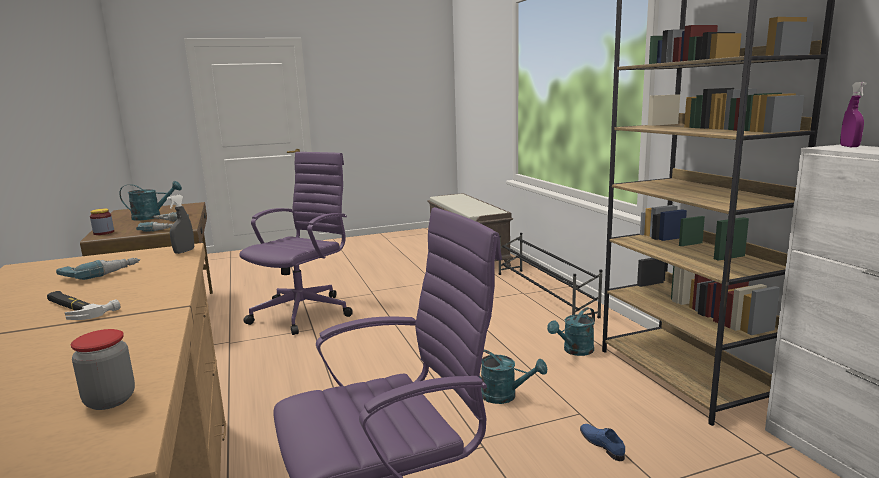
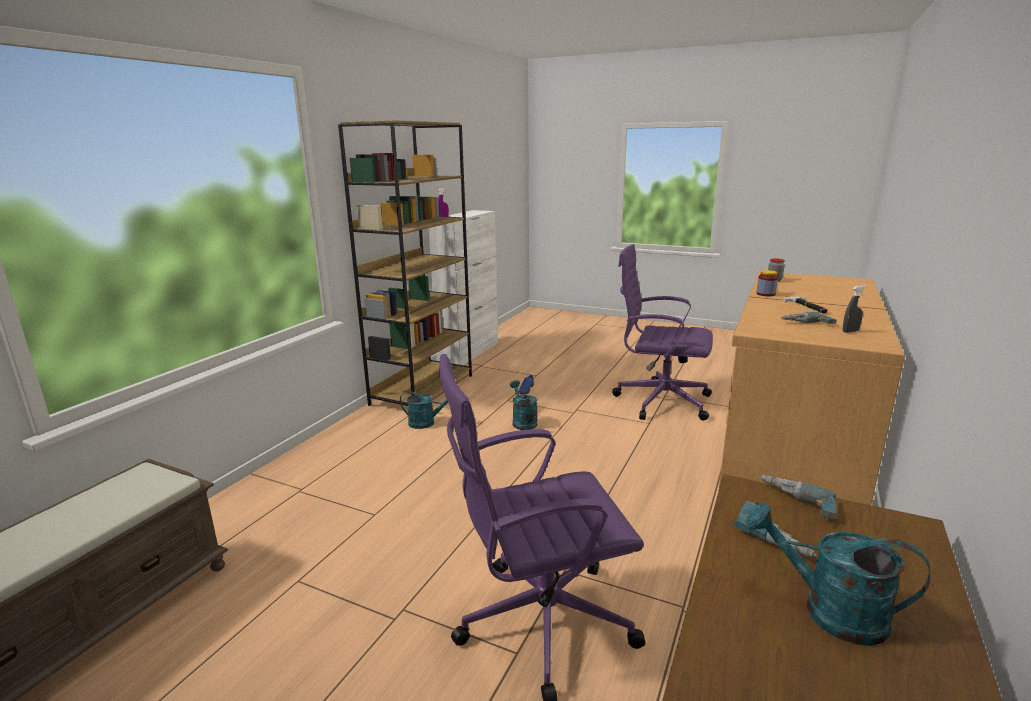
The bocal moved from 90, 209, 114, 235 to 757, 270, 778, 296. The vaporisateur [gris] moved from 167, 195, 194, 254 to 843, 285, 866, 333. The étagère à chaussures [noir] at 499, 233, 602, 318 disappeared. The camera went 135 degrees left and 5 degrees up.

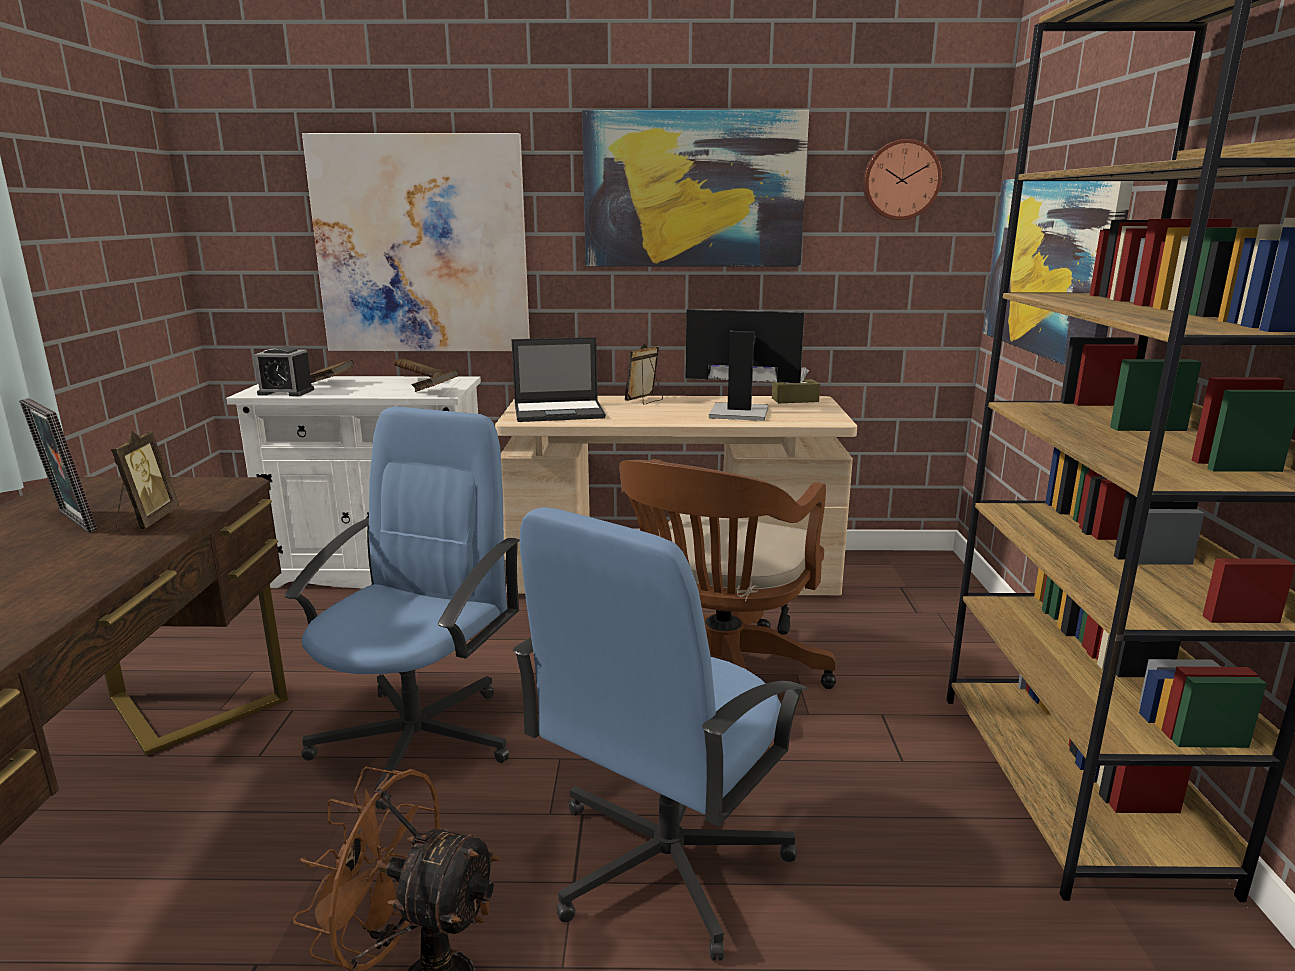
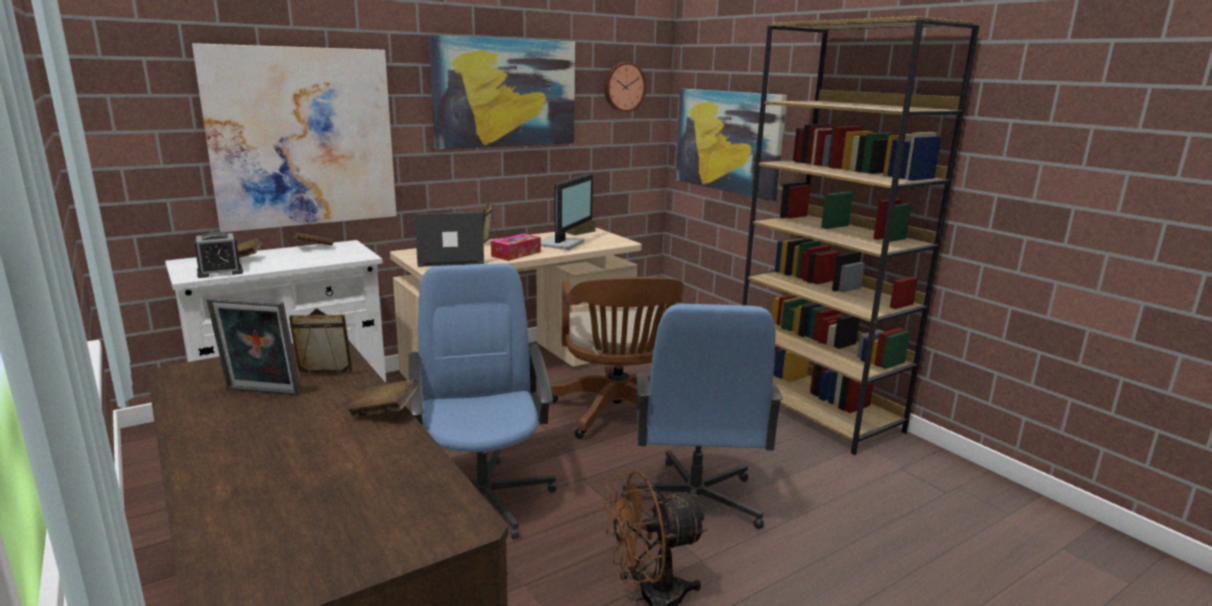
The cadre photo at 111, 430, 179, 529 turned 60 degrees counterclockwise. The livre [marron] moved from 412, 370, 459, 392 to 347, 379, 418, 418. The ordinateur portable at 511, 337, 606, 422 turned 150 degrees counterclockwise. The boîte à mouchoirs at 491, 233, 541, 261 appeared. The écran d'ordinateur at 686, 309, 805, 421 turned 135 degrees clockwise. The camera went 35 degrees left and 0 degrees up.

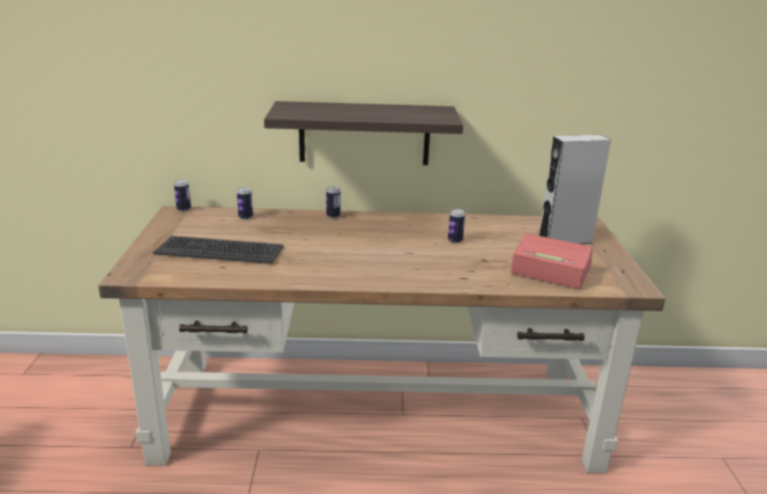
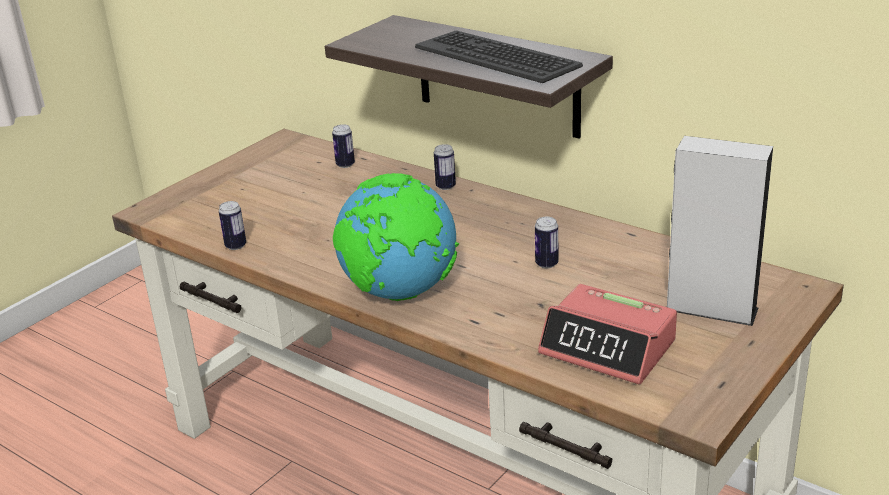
The boîte métallique moved from 174, 179, 191, 211 to 219, 201, 246, 250. The globe at 333, 173, 459, 301 appeared. The clavier moved from 153, 236, 283, 264 to 415, 30, 583, 83. The réveil at 510, 233, 593, 289 turned 150 degrees clockwise. The camera went 40 degrees right and 5 degrees up.

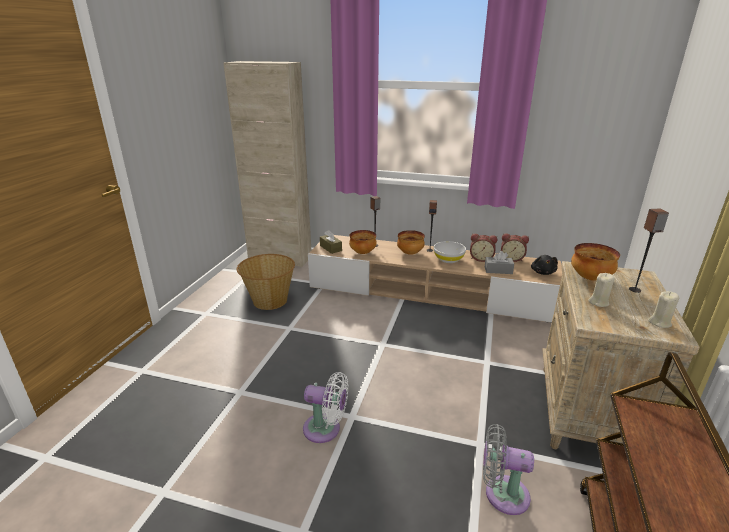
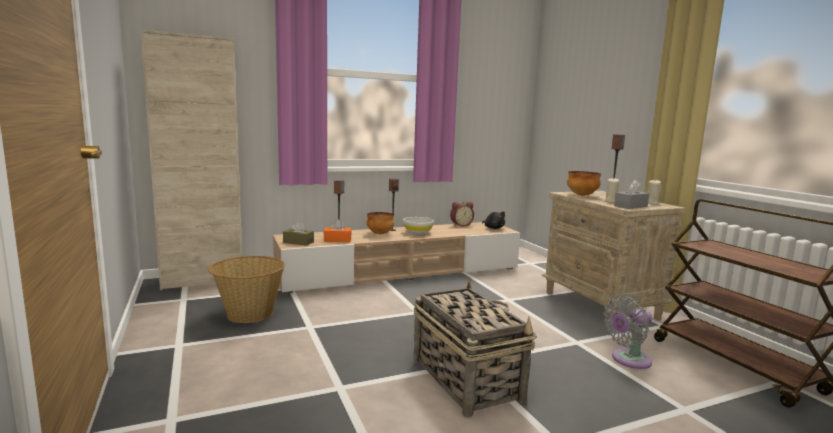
The bol at 349, 230, 377, 254 was replaced by the boîte à mouchoirs [orange] at 323, 219, 352, 242. The ventilateur [blanc] at 303, 372, 349, 443 was replaced by the panier at 413, 280, 537, 418. The boîte à mouchoirs [gris] moved from 485, 251, 514, 274 to 614, 180, 649, 209. The réveil at 470, 234, 498, 262 disappeared. The camera went 40 degrees left and 15 degrees down.

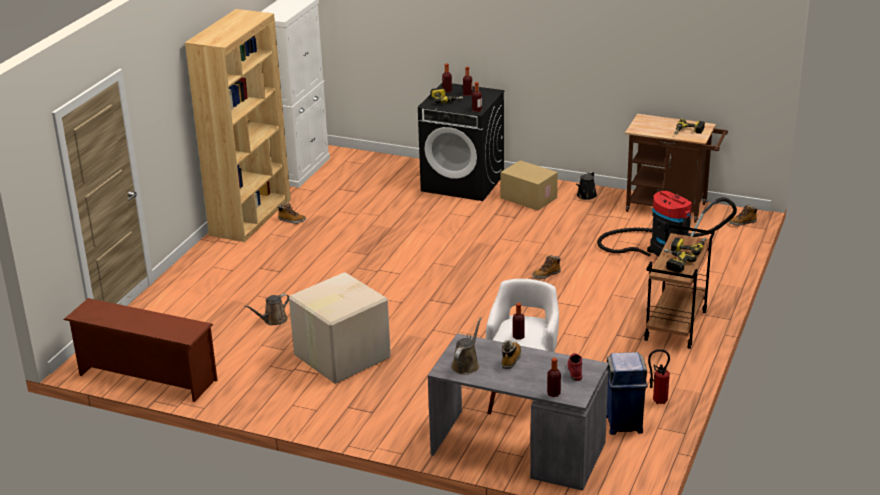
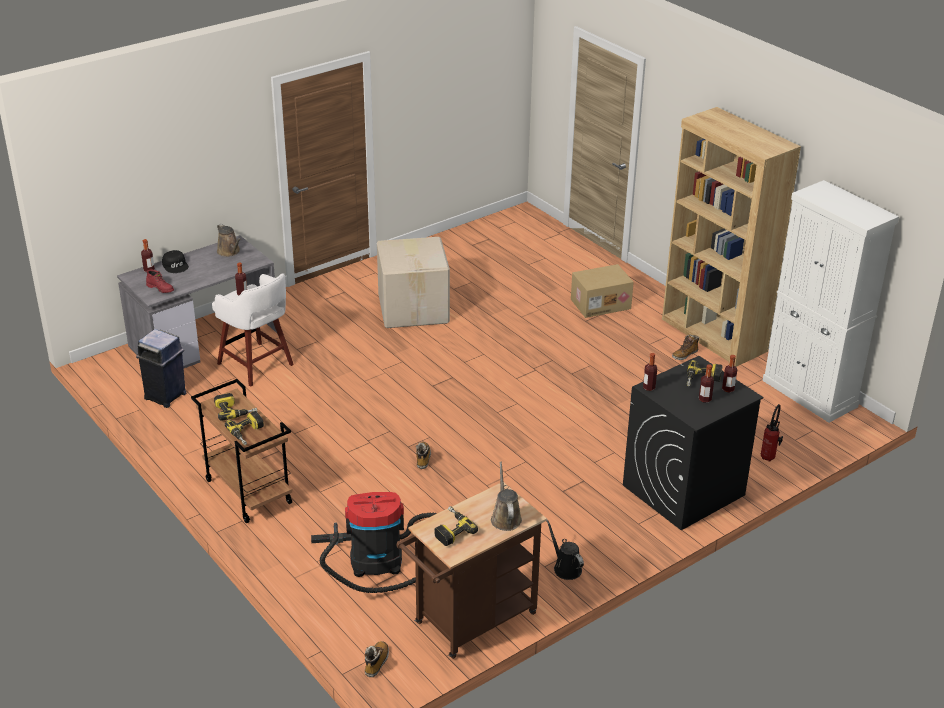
The casquette [noir] at 162, 250, 189, 273 appeared. The arrosoir [marron] moved from 244, 293, 289, 326 to 491, 462, 522, 531. The carton moved from 500, 160, 558, 211 to 571, 264, 634, 318. The extincteur moved from 648, 349, 670, 404 to 761, 404, 783, 462. The étagère à chaussures [marron] at 64, 298, 217, 402 disappeared. The botte at 502, 340, 522, 369 disappeared. The camera went 120 degrees right and 5 degrees up.

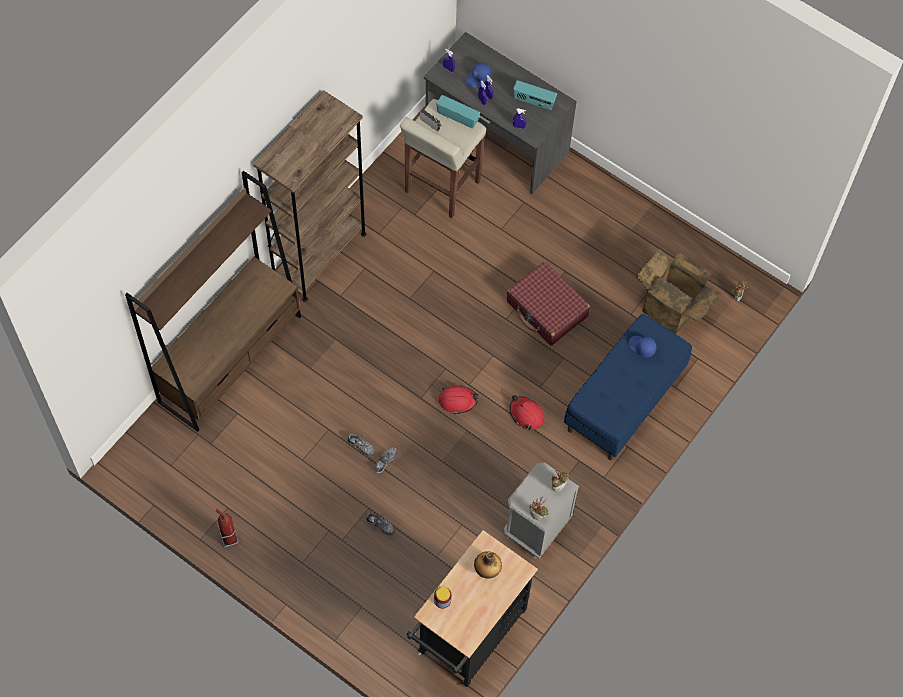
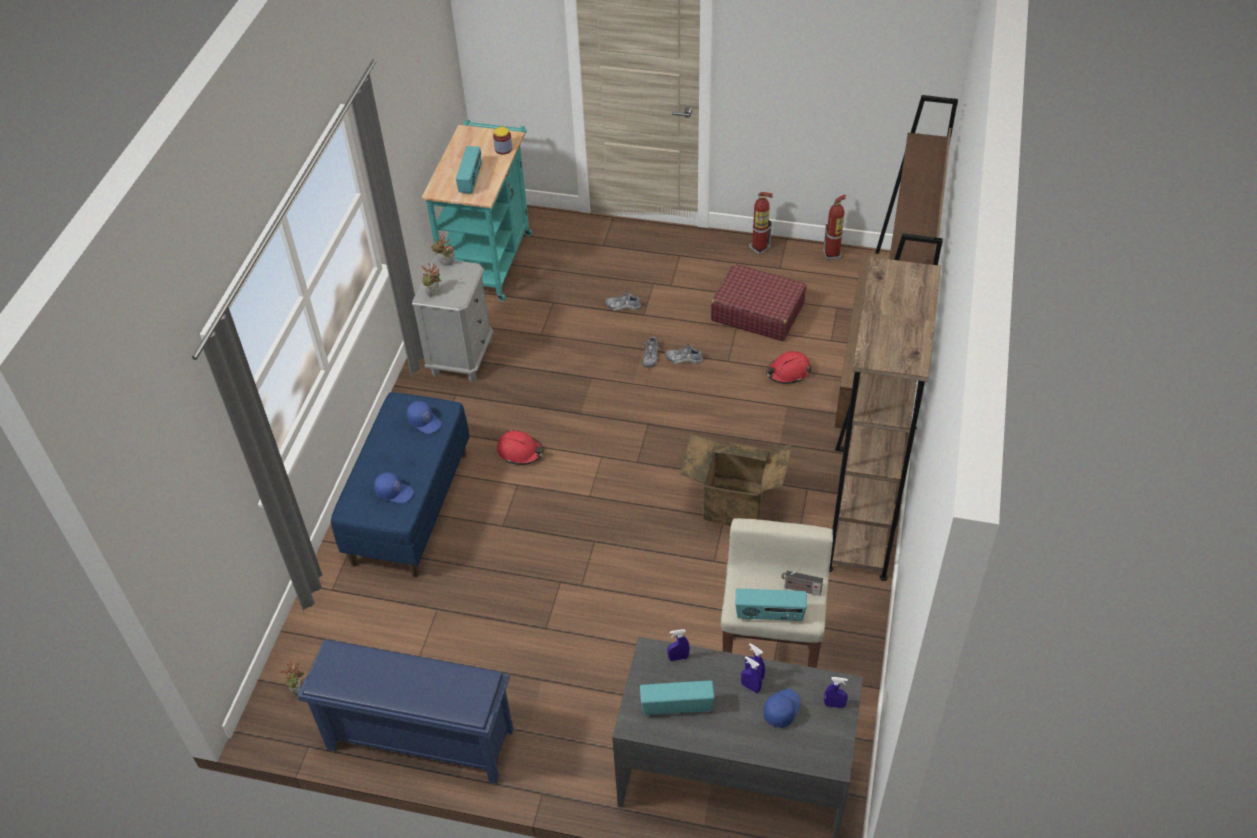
The étagère à chaussures [bleu] at 298, 640, 514, 784 appeared. The casquette [bleu] at 407, 401, 442, 434 appeared. The chariot [noir] at 407, 530, 538, 688 became the chariot [turquoise] at 422, 120, 532, 301. The bouteille at 474, 551, 502, 578 was replaced by the radio at 456, 146, 482, 194. The carton moved from 636, 249, 721, 334 to 679, 434, 791, 526. The valise [rouge] moved from 507, 262, 590, 346 to 711, 264, 806, 341. The casque de chantier [rouge] moved from 439, 385, 479, 414 to 766, 351, 811, 384. The extincteur at 823, 194, 846, 260 appeared. The camera went 160 degrees right and 15 degrees down.

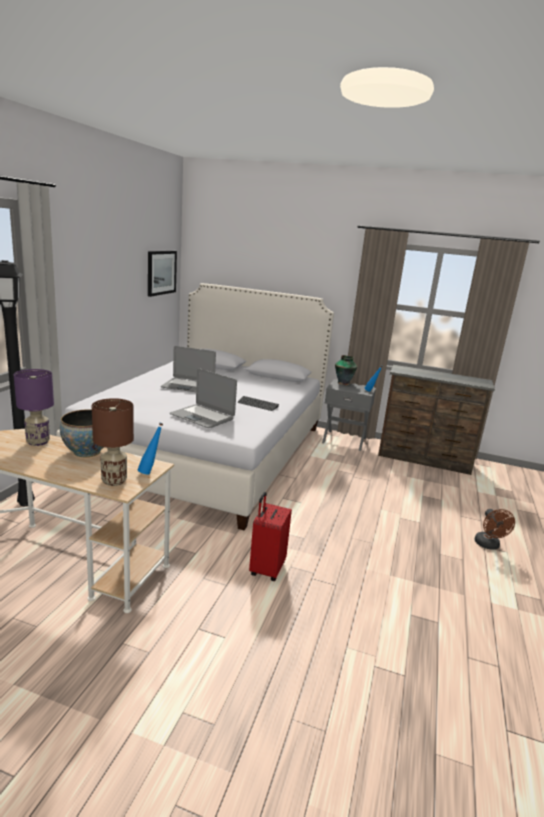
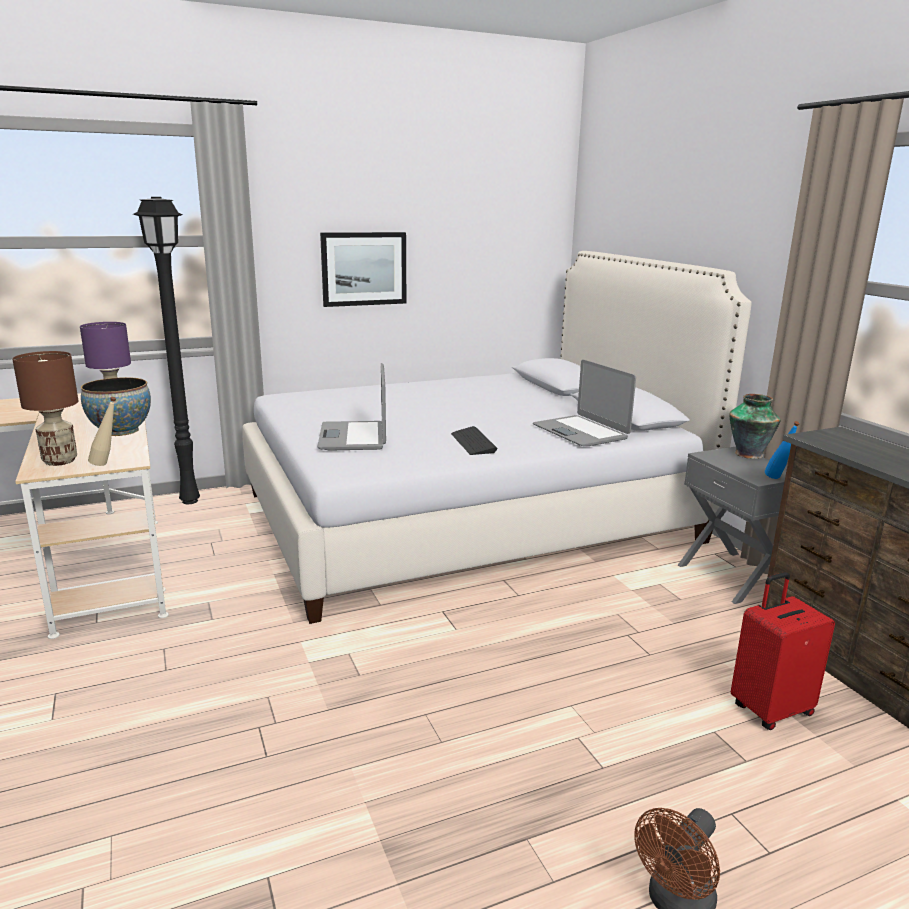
The bouteille [bleu] at 138, 423, 163, 475 became the bouteille [beige] at 88, 397, 116, 466. The tableau moved from 148, 251, 177, 297 to 320, 232, 406, 307. The ordinateur portable moved from 161, 346, 216, 392 to 533, 360, 636, 446. The valise [rouge] moved from 249, 492, 292, 581 to 731, 572, 835, 730. The camera went 50 degrees right and 0 degrees up.

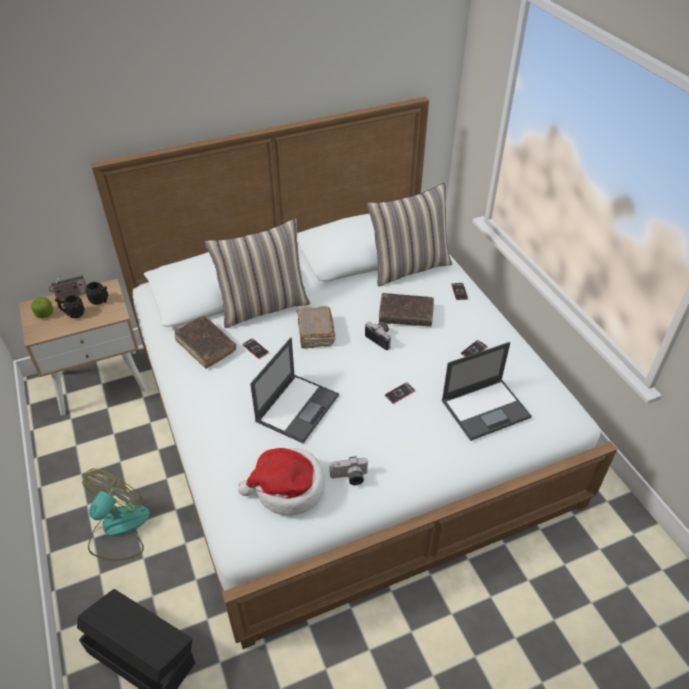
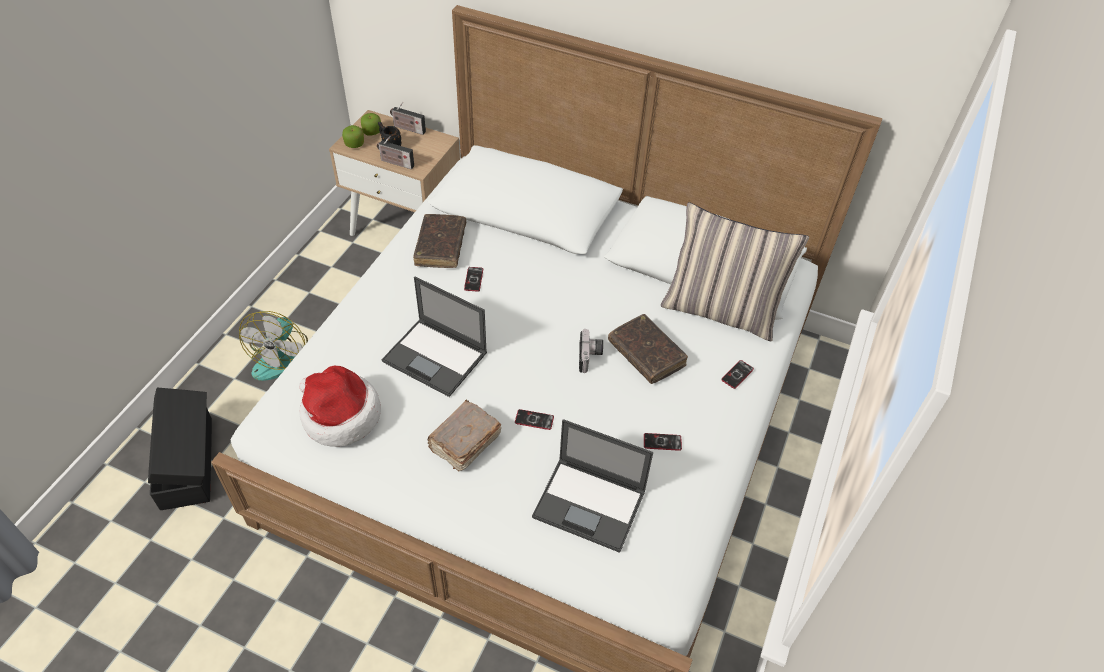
The ventilateur at 82, 468, 150, 561 turned 120 degrees clockwise. The pomme at 342, 125, 364, 148 appeared. The radio at 377, 136, 414, 169 appeared. The ordinateur portable at 250, 338, 339, 444 turned 45 degrees clockwise. The livre [marron] moved from 296, 306, 336, 349 to 427, 400, 502, 471. The mug [noir] at 85, 282, 108, 305 disappeared. The coussin at 205, 218, 310, 328 disappeared. The appareil photo at 329, 456, 369, 485 disappeared. The camera went 45 degrees right and 5 degrees up.

